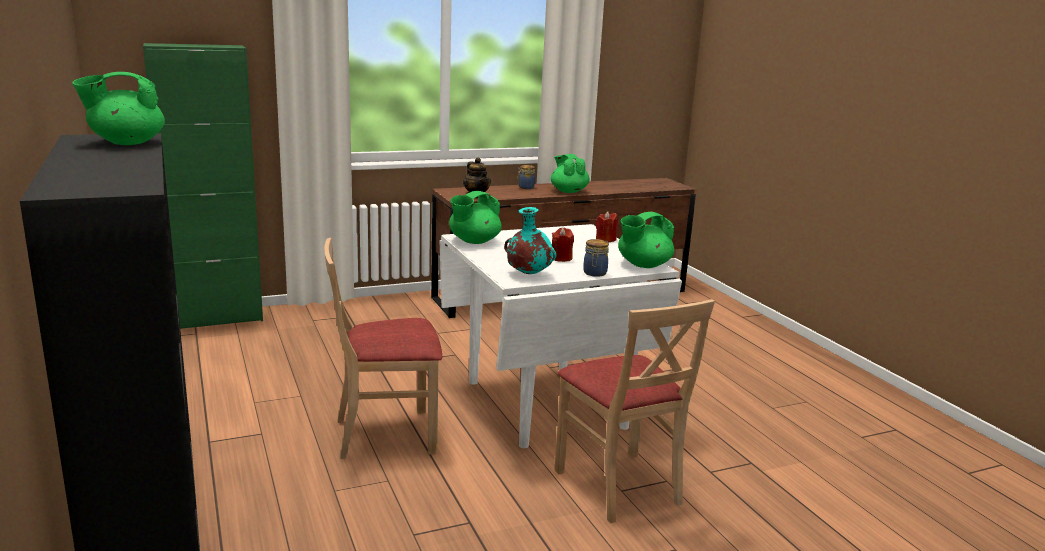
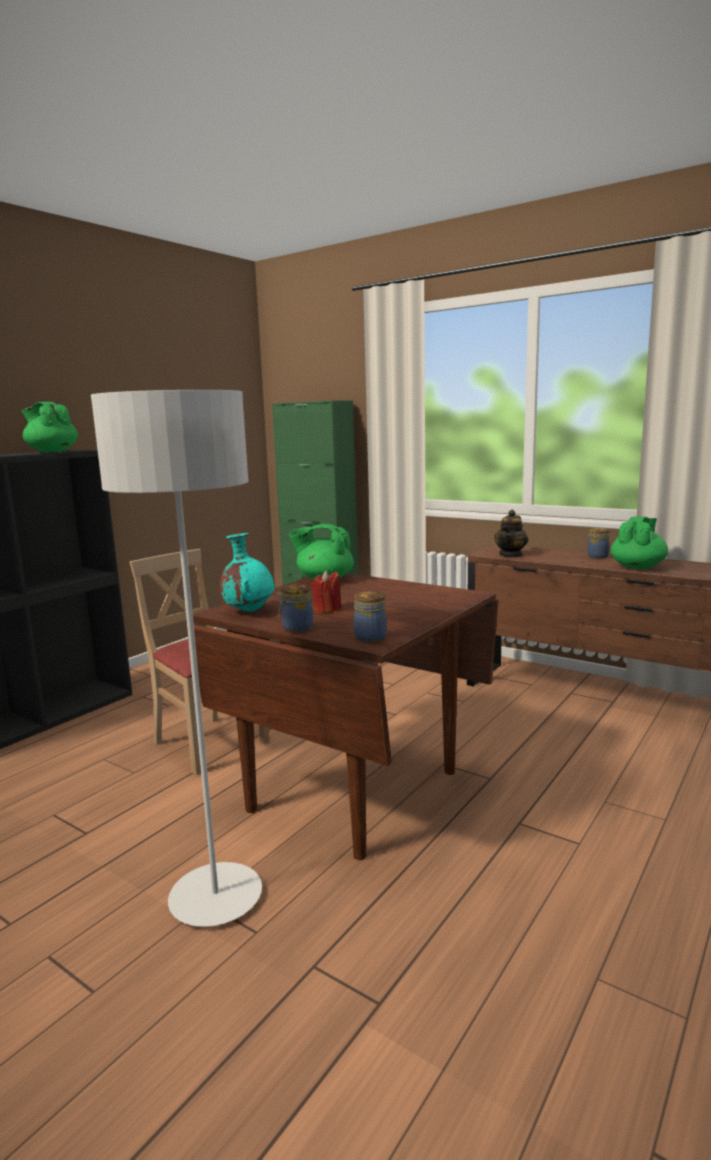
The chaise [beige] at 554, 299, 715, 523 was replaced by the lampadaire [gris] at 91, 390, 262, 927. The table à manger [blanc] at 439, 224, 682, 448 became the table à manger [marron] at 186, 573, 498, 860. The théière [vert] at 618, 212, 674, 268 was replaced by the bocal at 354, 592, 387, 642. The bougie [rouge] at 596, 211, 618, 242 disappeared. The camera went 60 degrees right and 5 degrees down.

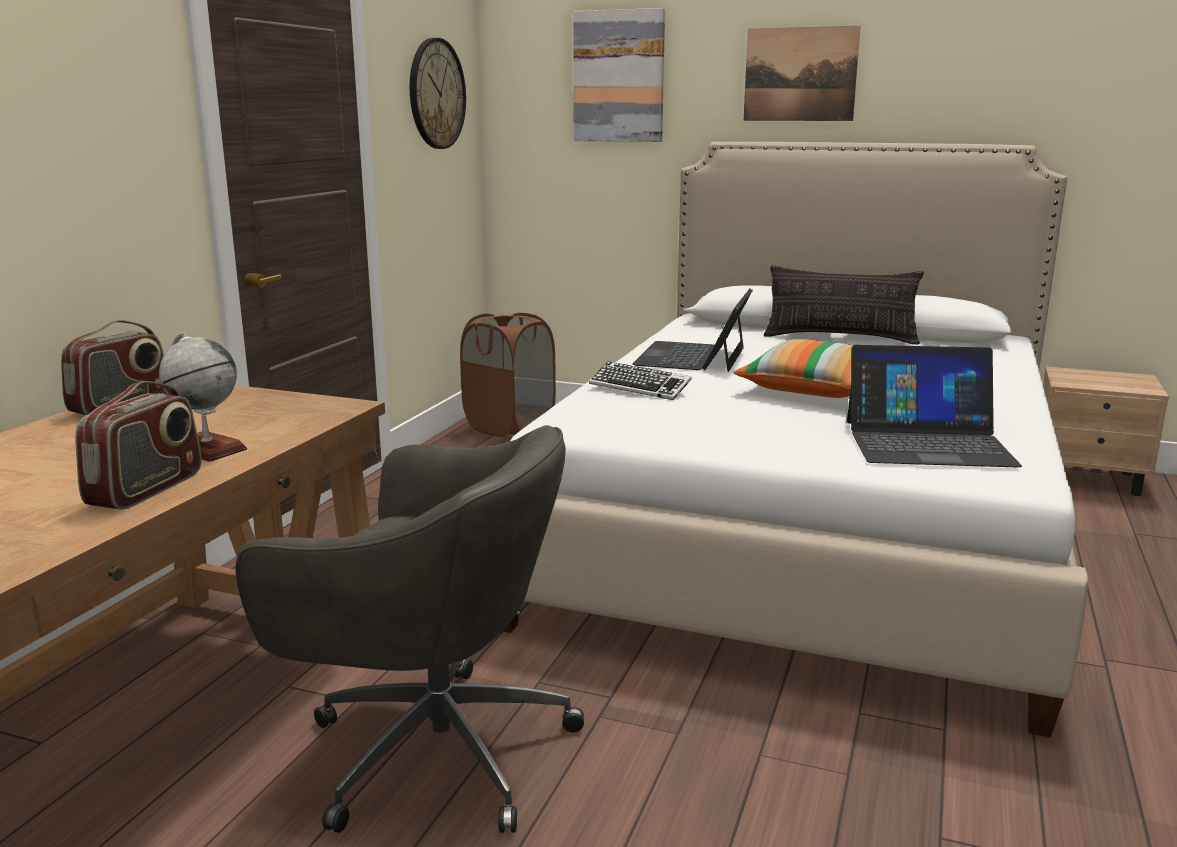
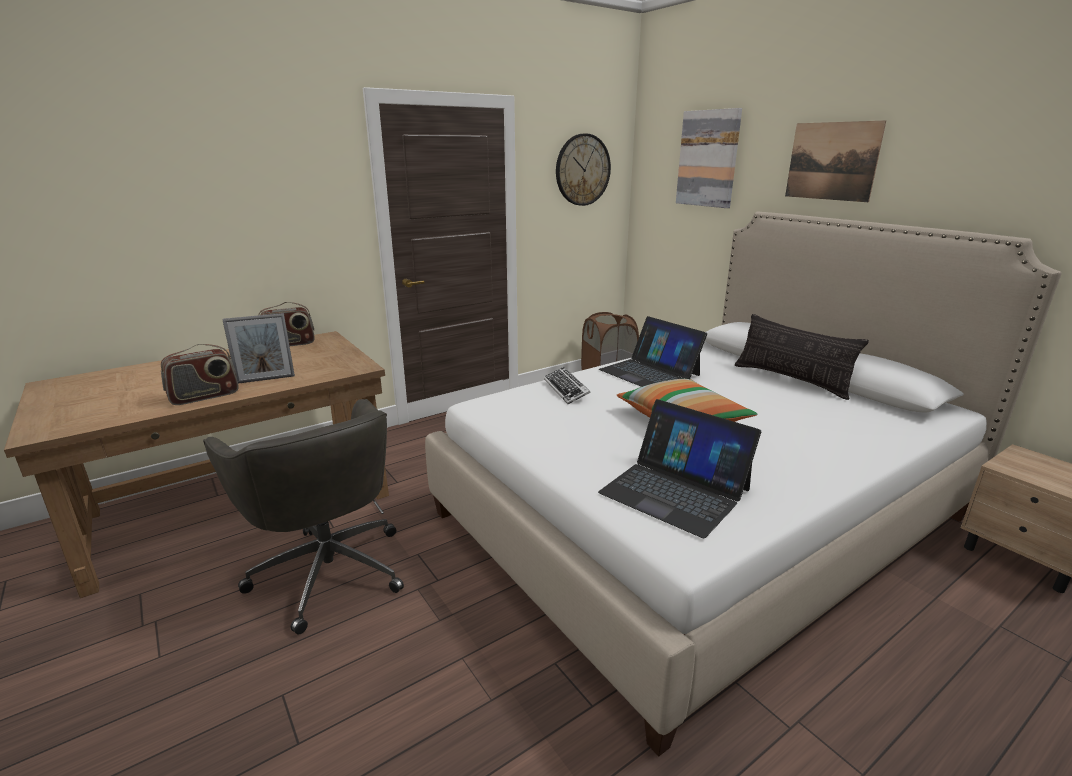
The globe at 159, 332, 247, 462 was replaced by the cadre photo at 222, 313, 295, 384. The ordinateur portable at 632, 288, 753, 372 turned 90 degrees counterclockwise. The camera went 35 degrees right and 5 degrees up.

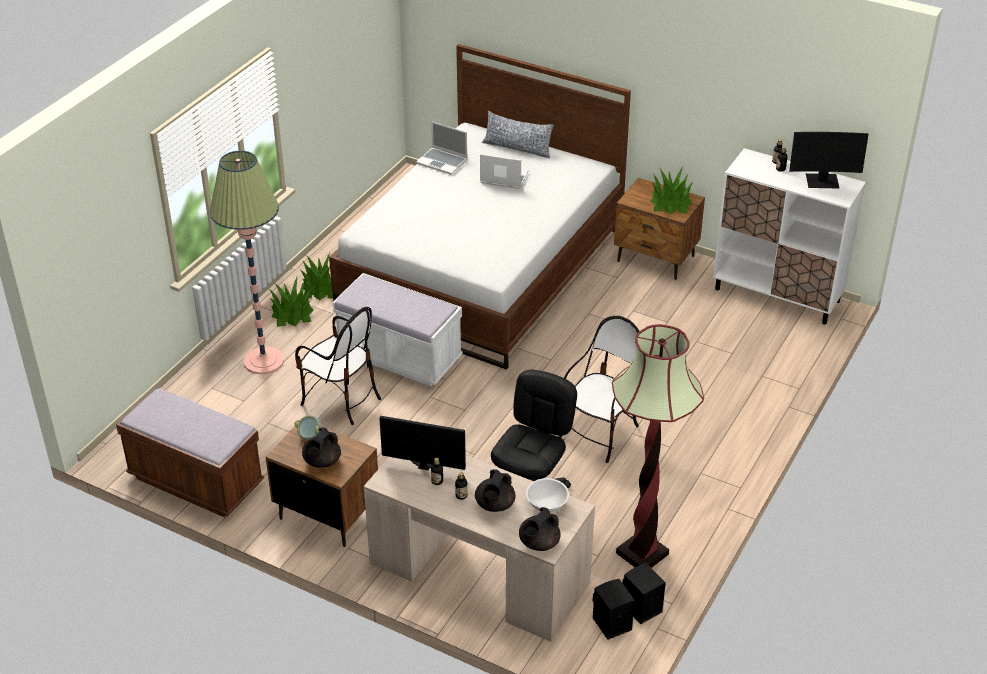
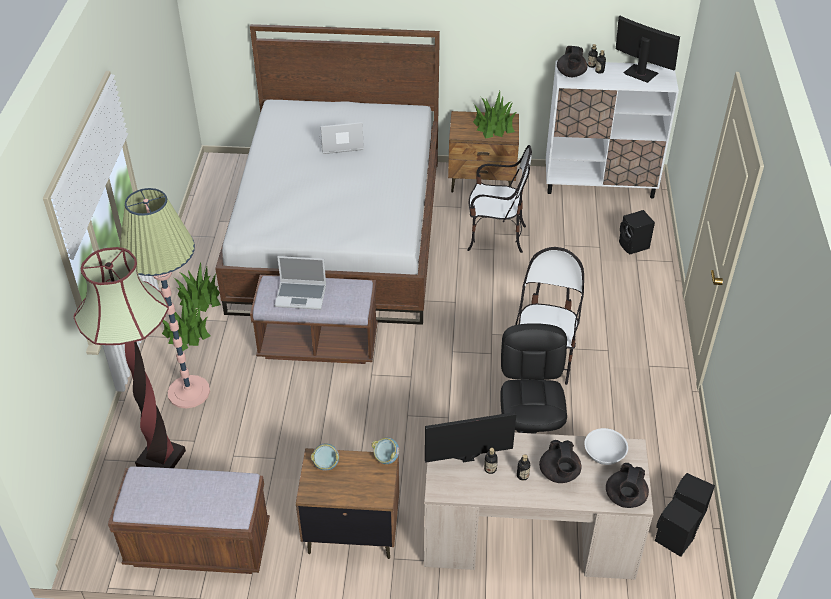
The lampadaire moved from 612, 324, 704, 568 to 74, 247, 186, 468. The banc [blanc] at 333, 273, 463, 386 became the banc [marron] at 250, 275, 378, 364. The ordinateur portable moved from 416, 121, 468, 175 to 275, 256, 326, 310. The bol at 371, 437, 399, 464 appeared. The chaise moved from 295, 307, 381, 425 to 467, 145, 532, 253. The théière [noir] moved from 302, 427, 341, 468 to 557, 46, 588, 77. The écran d'ordinateur at 789, 132, 869, 188 turned 120 degrees counterclockwise. The enceinte [noir] at 619, 210, 655, 255 appeared. The coussin at 482, 111, 554, 158 disappeared. The camera went 25 degrees left and 5 degrees up.

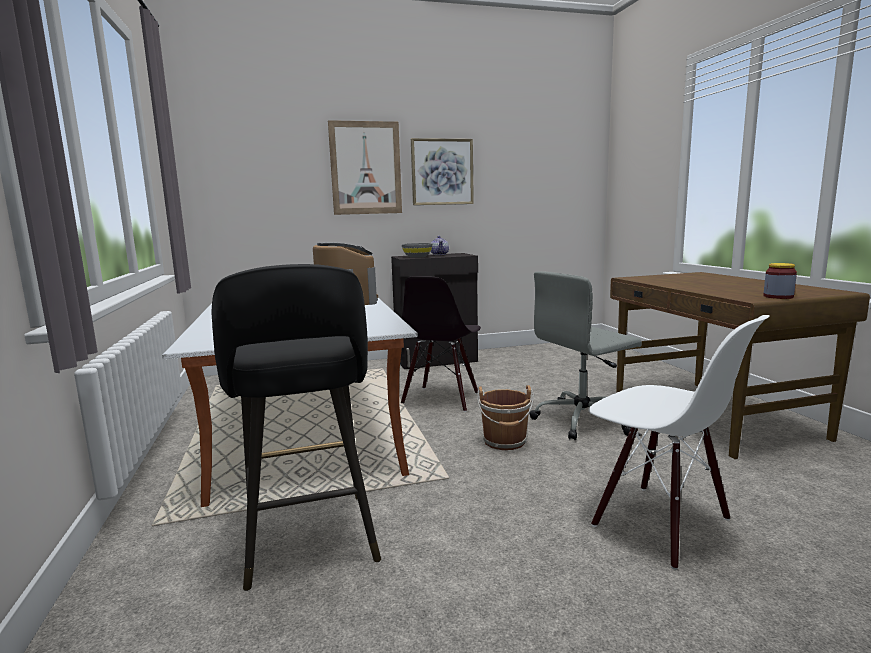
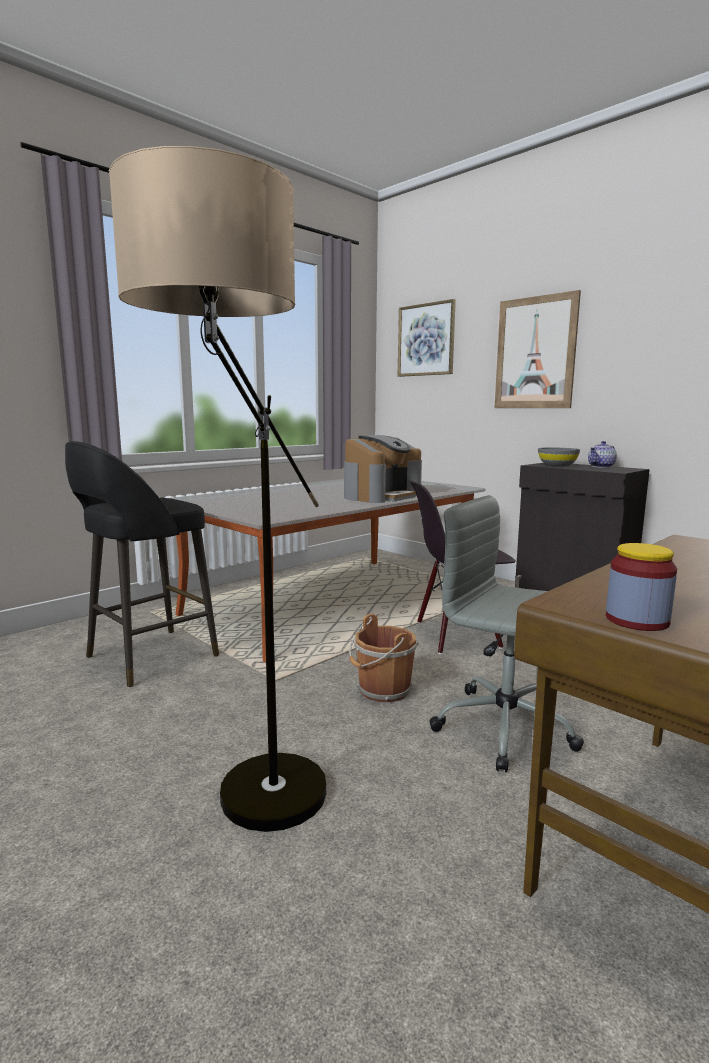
The chaise [blanc] at 589, 315, 770, 570 was replaced by the lampadaire at 109, 146, 326, 832. The tableau moved from 411, 138, 474, 205 to 398, 299, 456, 377. The camera went 60 degrees right and 0 degrees up.

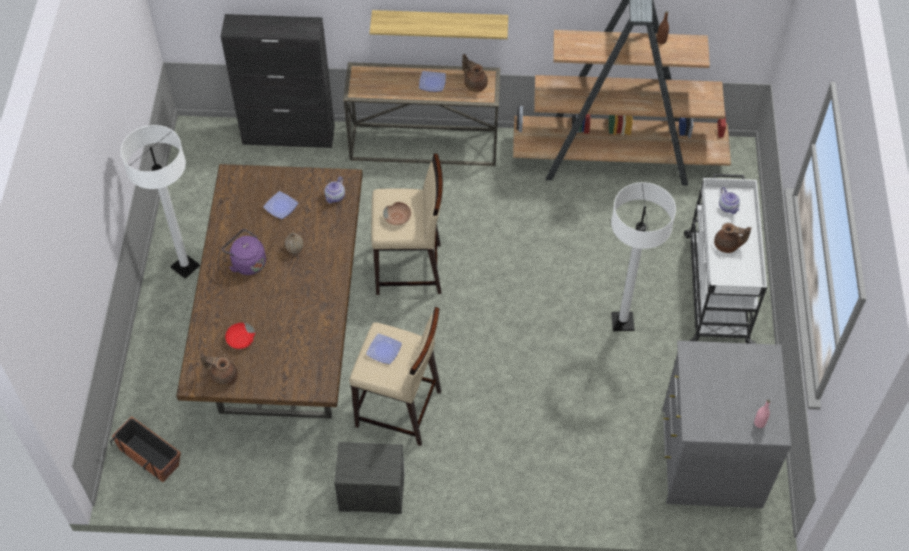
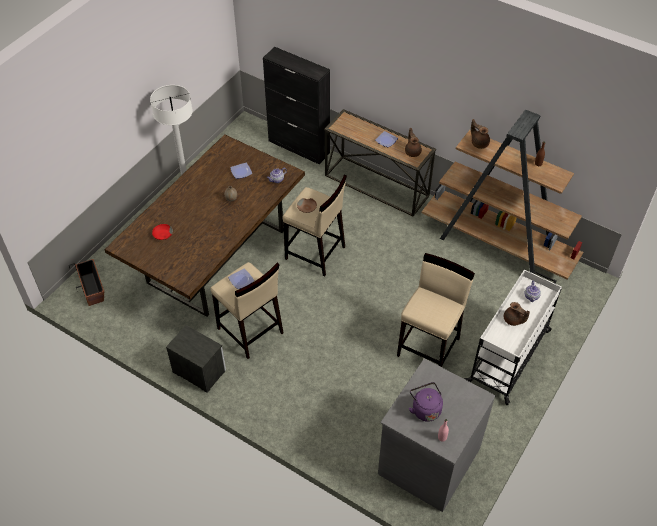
The lampadaire [blanc] at 611, 182, 676, 331 was replaced by the tabouret [beige] at 397, 253, 475, 367. The bouilloire [violet] moved from 222, 229, 266, 275 to 409, 382, 443, 422. The théière [marron] moved from 200, 353, 238, 387 to 471, 119, 490, 149. The étagère at 369, 10, 508, 39 disappeared. The camera went 30 degrees right and 5 degrees down.

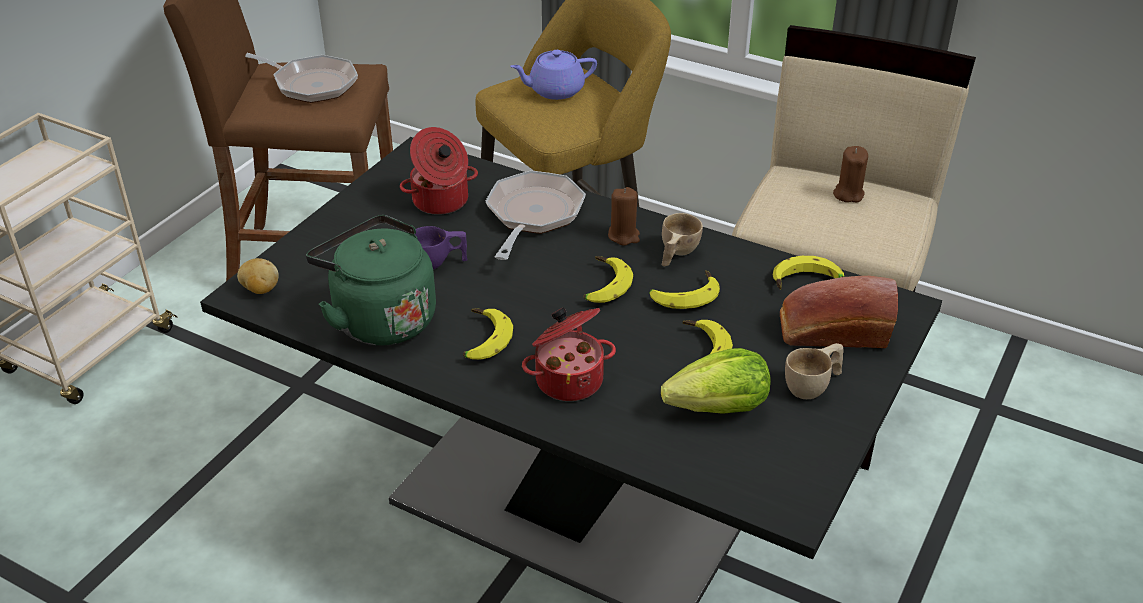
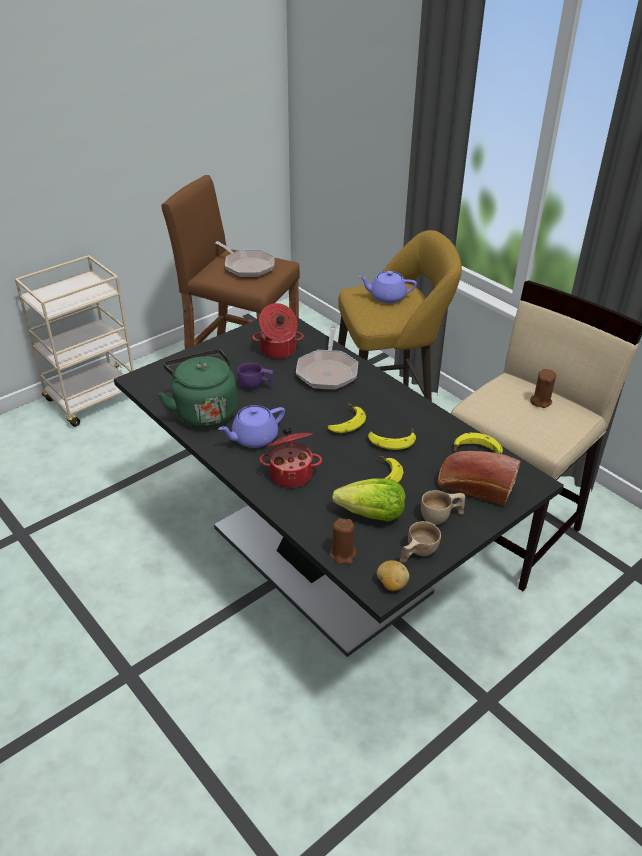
The banane at 463, 308, 513, 360 was replaced by the théière [violet] at 218, 405, 285, 448. The poêle at 486, 170, 586, 260 turned 150 degrees clockwise. The bougie [marron] moved from 608, 187, 640, 246 to 330, 518, 356, 564. The pomme de terre moved from 237, 258, 279, 294 to 377, 560, 409, 591. The tasse [beige] moved from 662, 213, 703, 267 to 400, 521, 441, 563. The camera went 20 degrees right and 0 degrees up.

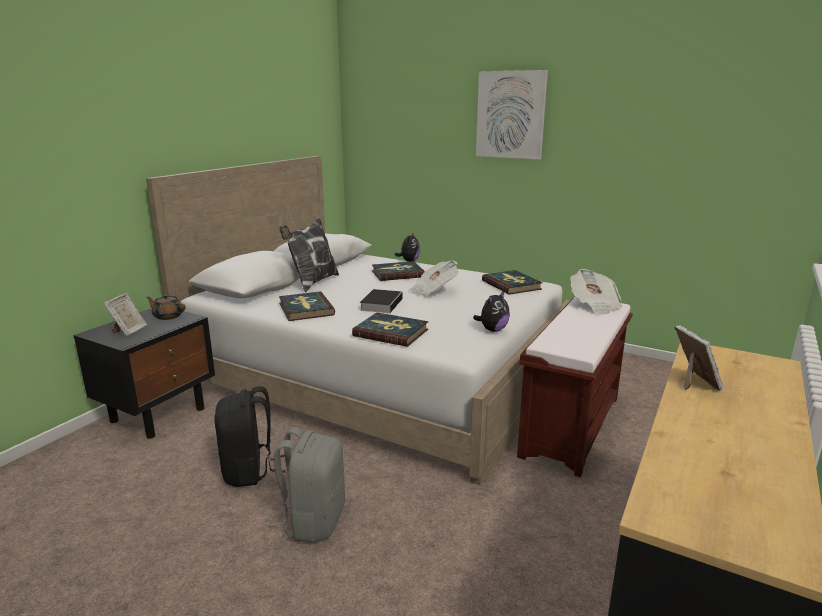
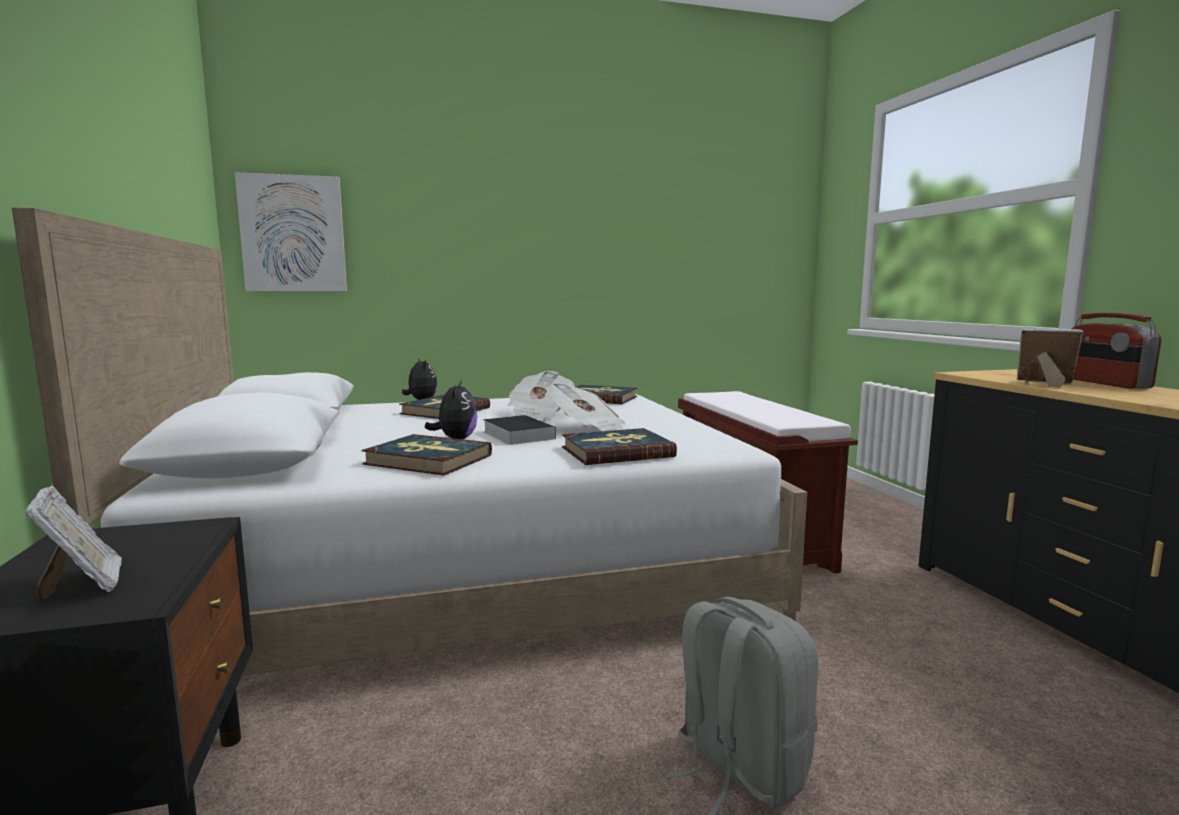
The tableau moved from 476, 70, 548, 160 to 235, 172, 347, 291. The peluche moved from 473, 290, 510, 332 to 424, 380, 477, 439. The journal moved from 570, 269, 623, 315 to 549, 382, 625, 431. The radio at 1071, 313, 1161, 389 appeared. The théière [marron] at 146, 294, 185, 320 disappeared. The sac à dos [noir] at 215, 386, 286, 487 disappeared. The coussin at 279, 218, 339, 292 disappeared. The camera went 45 degrees left and 10 degrees down.

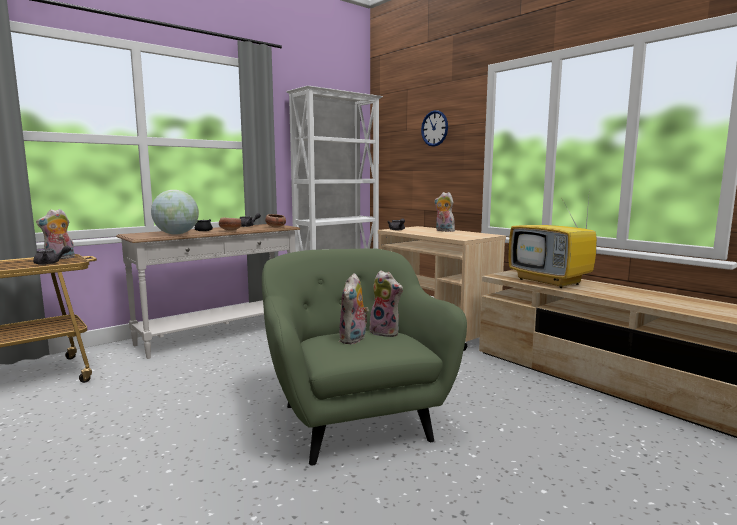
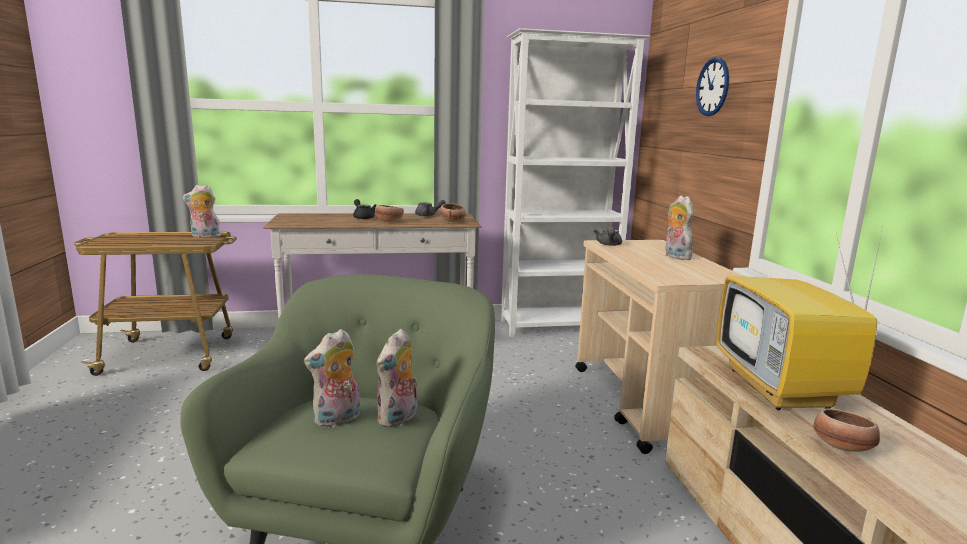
The peluche at 369, 270, 403, 337 turned 45 degrees clockwise. The bol at 813, 408, 880, 452 appeared. The théière [gris] at 33, 245, 71, 265 disappeared. The globe at 151, 190, 199, 235 disappeared. The camera went 30 degrees right and 5 degrees up.

